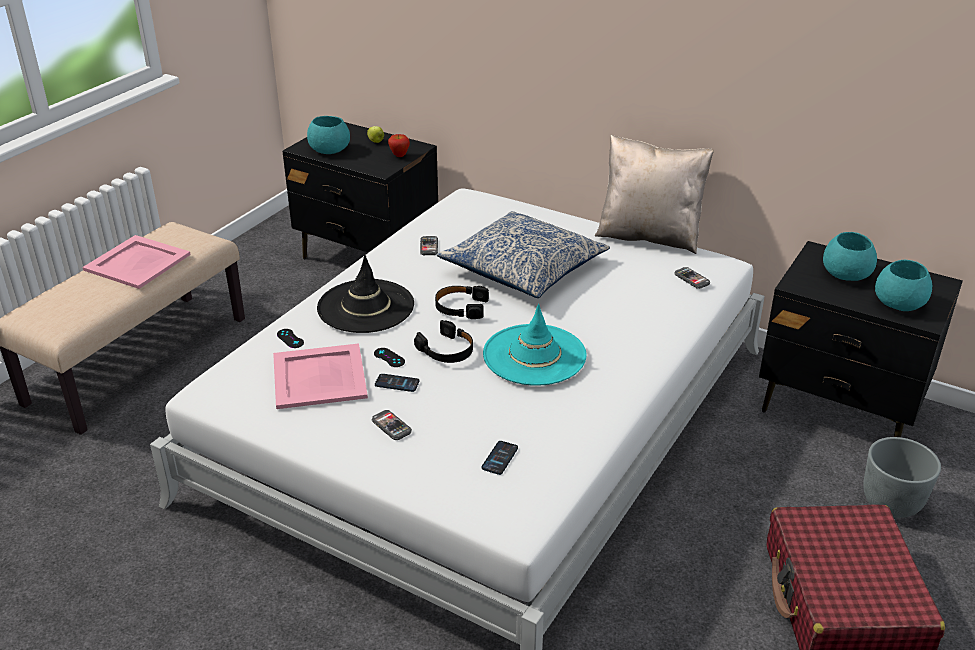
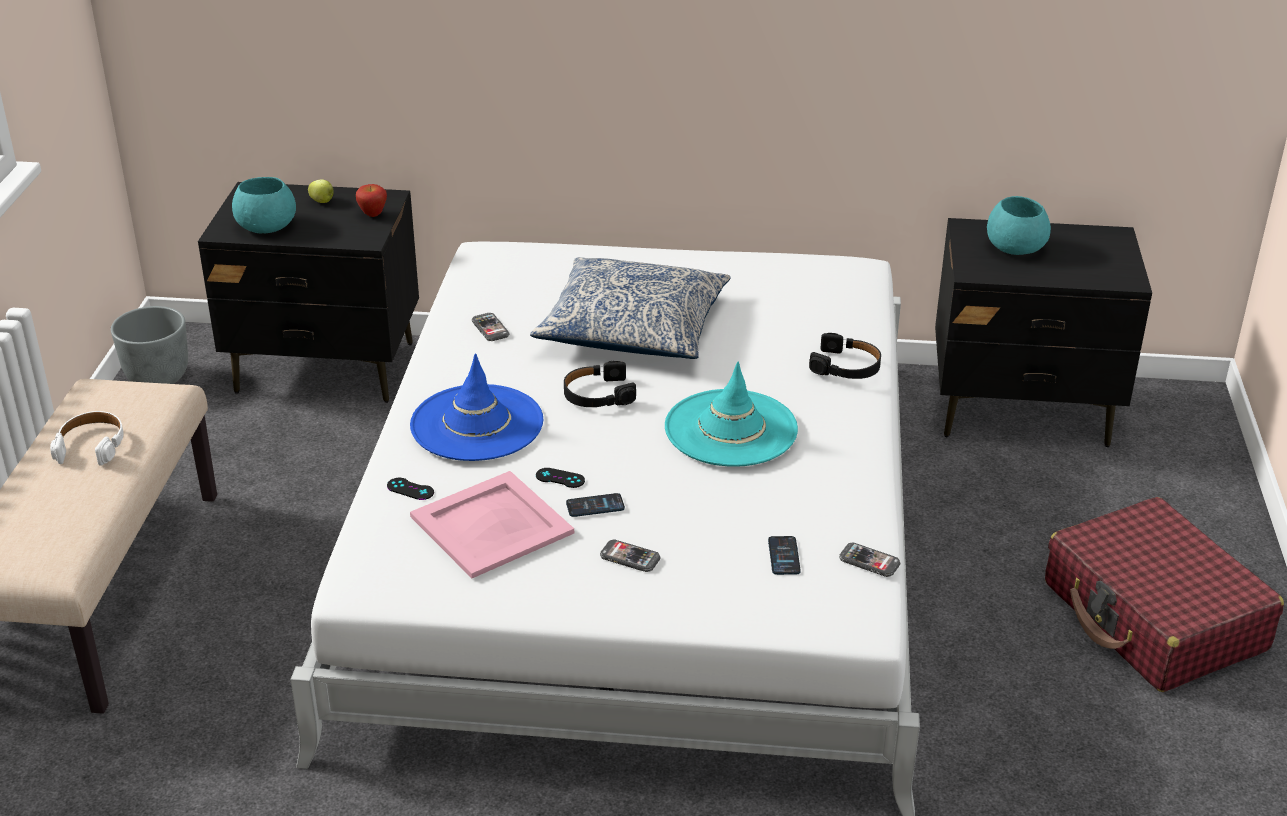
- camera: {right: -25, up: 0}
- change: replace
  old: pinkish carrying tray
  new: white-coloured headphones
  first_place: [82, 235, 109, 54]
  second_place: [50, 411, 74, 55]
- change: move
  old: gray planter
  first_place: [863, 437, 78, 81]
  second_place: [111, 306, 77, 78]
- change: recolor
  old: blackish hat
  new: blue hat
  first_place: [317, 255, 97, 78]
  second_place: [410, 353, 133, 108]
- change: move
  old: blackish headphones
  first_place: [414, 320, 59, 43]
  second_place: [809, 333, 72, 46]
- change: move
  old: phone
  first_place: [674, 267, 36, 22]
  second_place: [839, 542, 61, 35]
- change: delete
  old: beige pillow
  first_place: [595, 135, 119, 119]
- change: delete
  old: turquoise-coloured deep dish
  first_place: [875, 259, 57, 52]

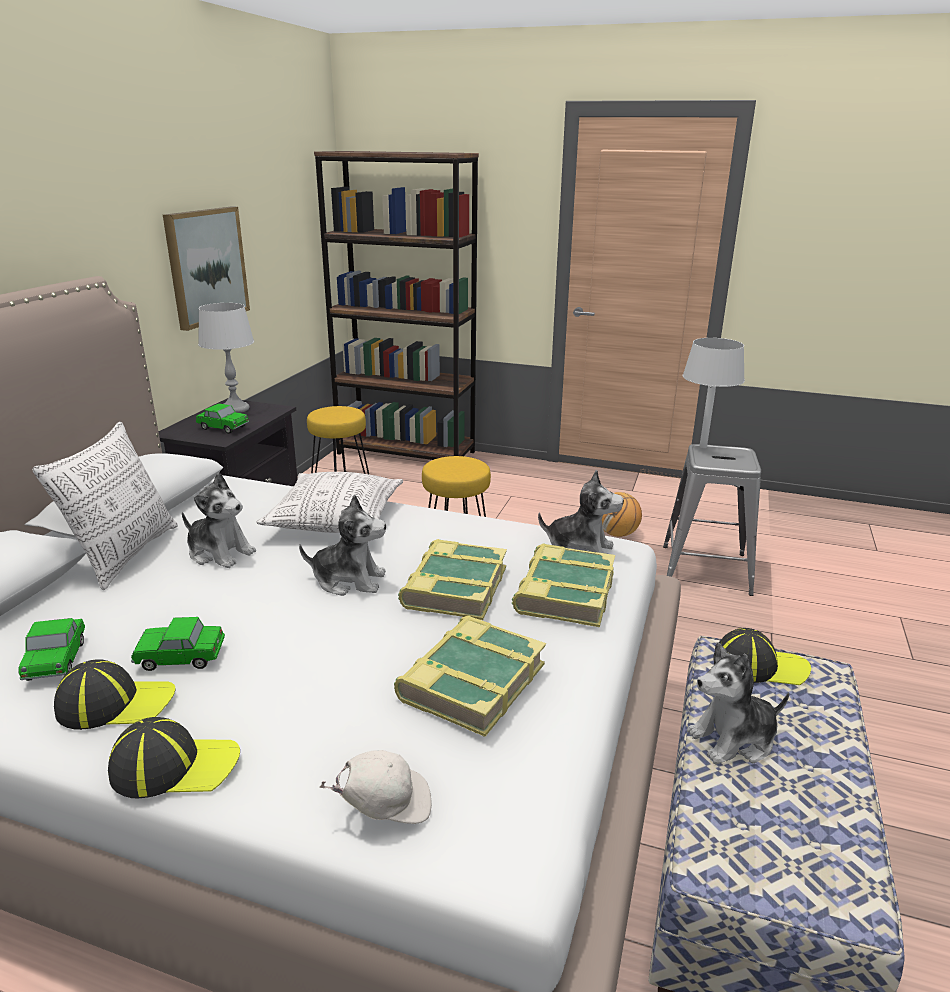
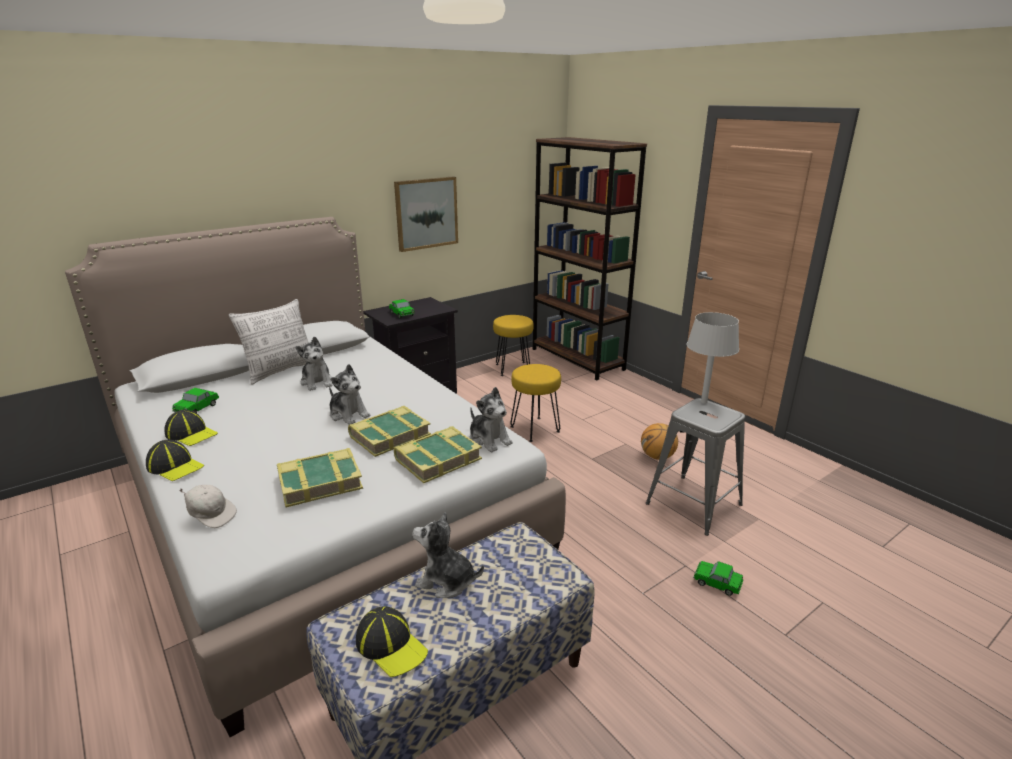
- camera: {right: 35, up: 0}
- change: move
  old: cap
  first_place: [713, 628, 98, 57]
  second_place: [356, 606, 72, 71]
- change: move
  old: model car
  first_place: [131, 617, 94, 54]
  second_place: [693, 561, 50, 35]
- change: delete
  old: gray tabletop lamp
  first_place: [198, 303, 56, 110]
- change: delete
  old: pillow
  first_place: [256, 472, 147, 61]

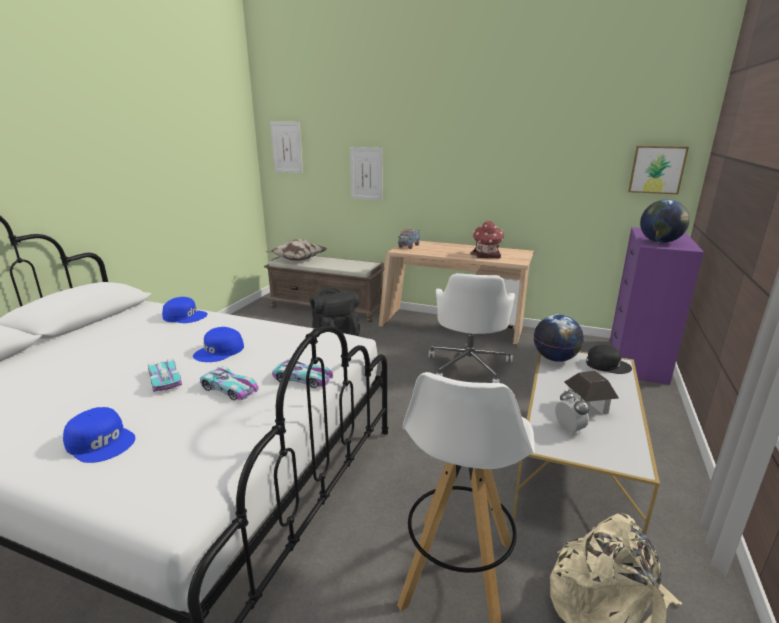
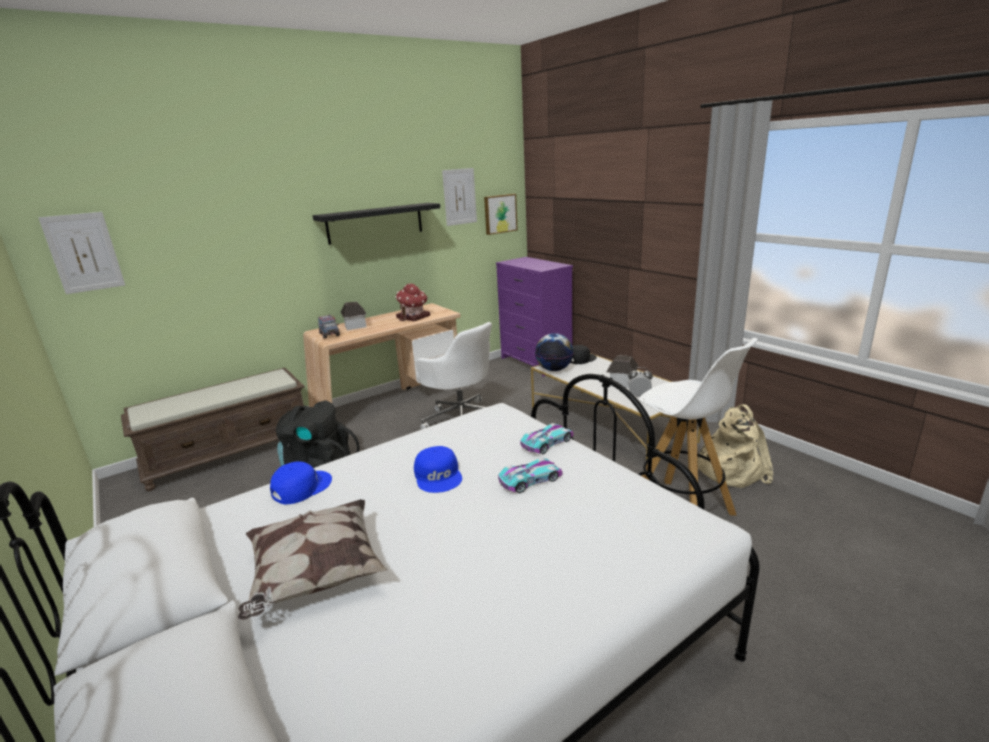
- camera: {right: -55, up: 0}
- change: move
  old: pillow
  first_place: [265, 239, 62, 22]
  second_place: [238, 499, 149, 121]
- change: insert
  new: blackish wall shelf
  second_place: [313, 203, 127, 42]
- change: insert
  new: model house
  second_place: [341, 302, 26, 28]
- change: move
  old: picture
  first_place: [350, 147, 33, 54]
  second_place: [442, 168, 35, 58]
- change: delete
  old: blue cap
  first_place: [63, 407, 72, 56]
- change: delete
  old: model car
  first_place: [148, 359, 34, 33]
- change: delete
  old: globe
  first_place: [640, 199, 50, 44]

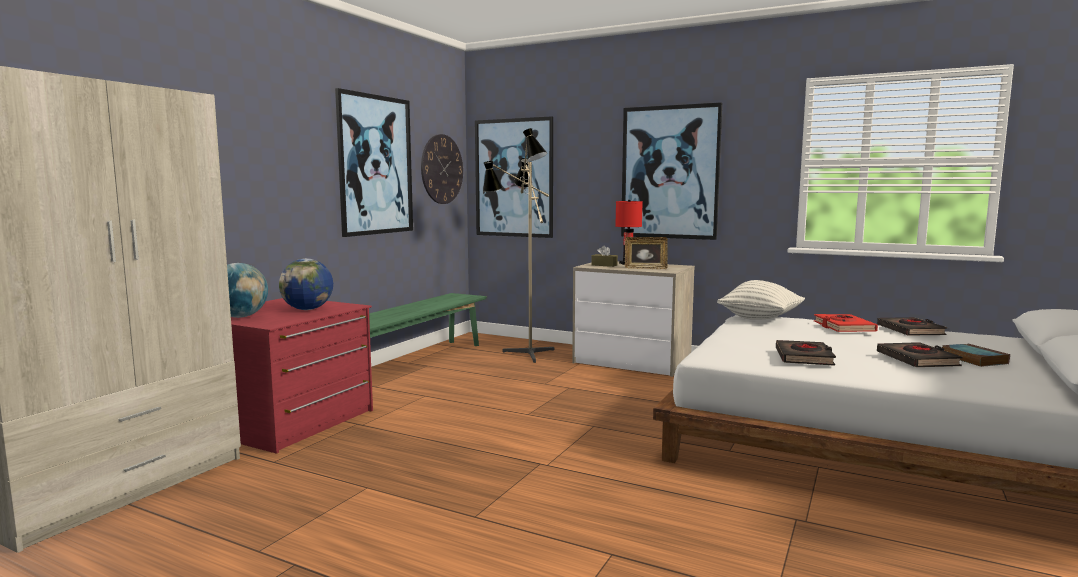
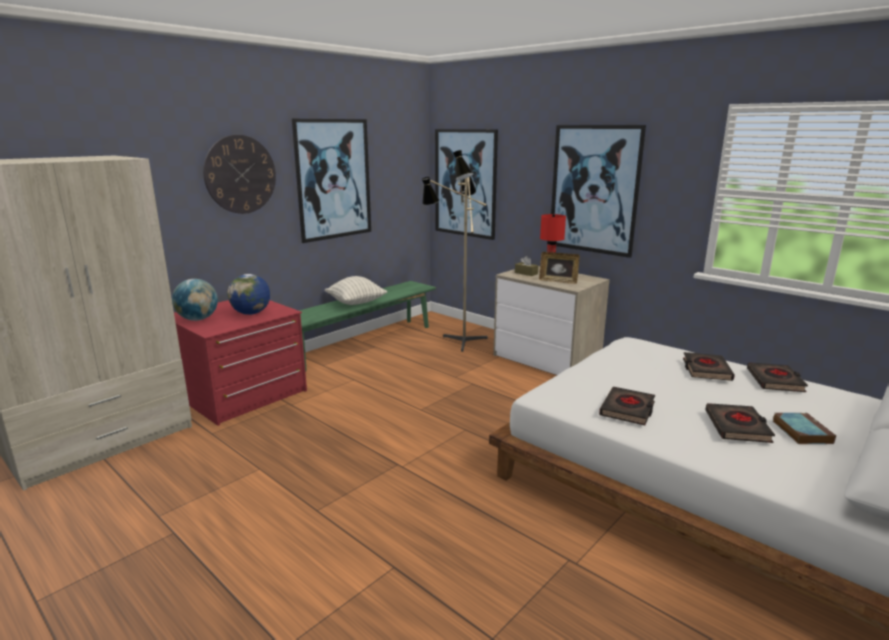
- camera: {right: 15, up: 10}
- change: move
  old: wall clock
  first_place: [421, 134, 42, 70]
  second_place: [203, 135, 73, 79]
- change: move
  old: pillow
  first_place: [717, 280, 88, 40]
  second_place: [325, 276, 62, 29]
- change: recolor
  old: red-coloured bound book
  new: blackish bound book
  first_place: [814, 314, 64, 18]
  second_place: [683, 352, 52, 29]

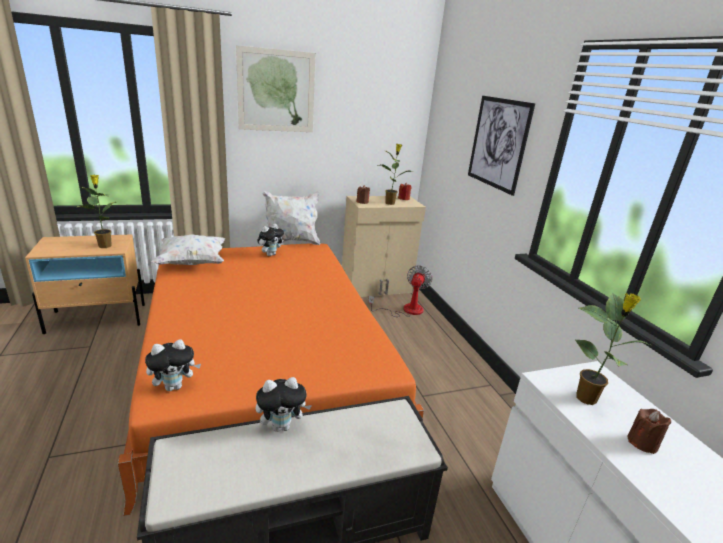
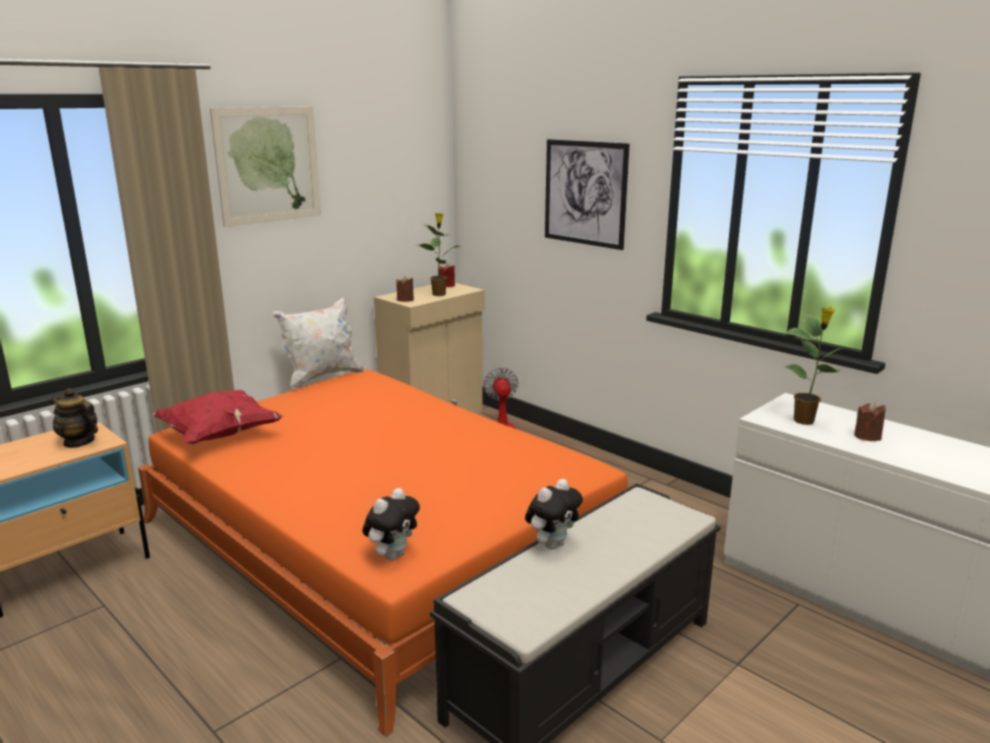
- camera: {right: -25, up: -5}
- change: replace
  old: plant in a pot
  new: tea pot
  first_place: [76, 175, 40, 73]
  second_place: [51, 388, 47, 60]
- change: recolor
  old: white-coloured pillow
  new: red-coloured pillow
  first_place: [151, 234, 74, 31]
  second_place: [151, 390, 132, 54]
- change: delete
  old: cuddly toy
  first_place: [257, 224, 27, 32]

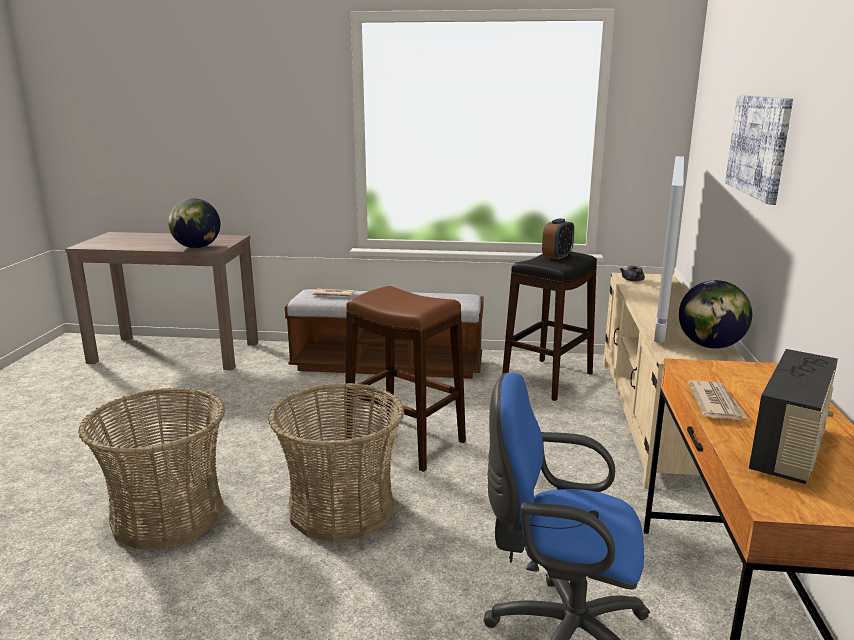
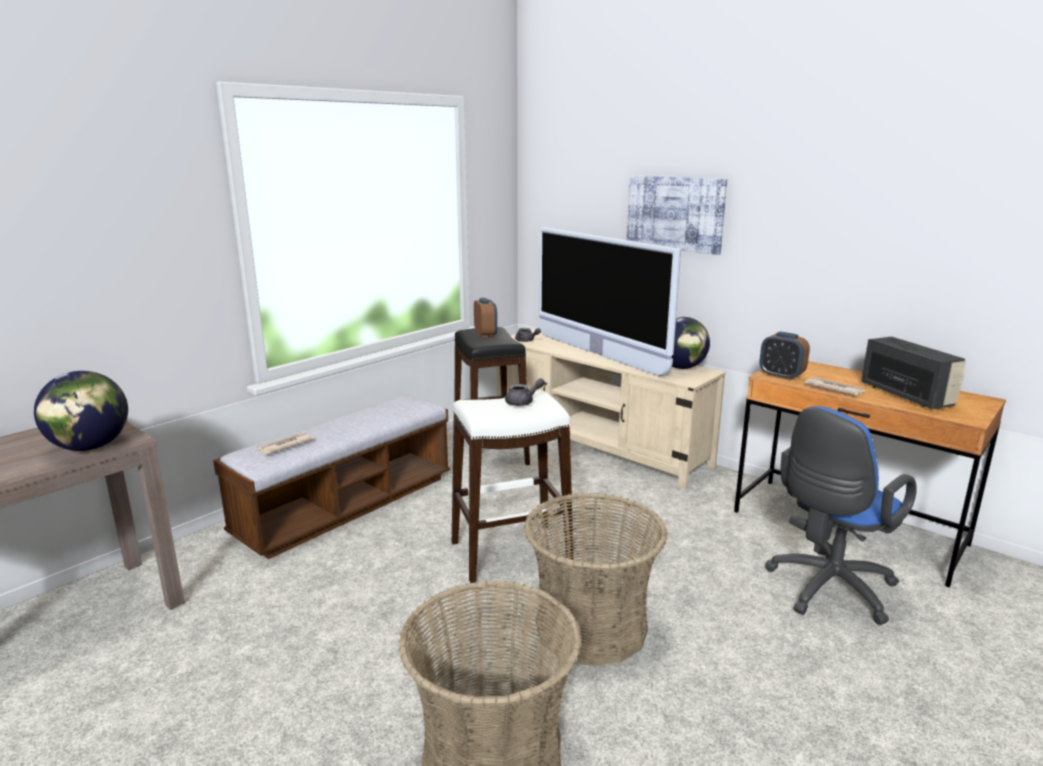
- camera: {right: -55, up: 0}
- change: recolor
  old: brown-coloured stool
  new: white-coloured stool
  first_place: [345, 286, 121, 186]
  second_place: [452, 390, 122, 193]
- change: insert
  new: gray tea pot
  second_place: [505, 378, 40, 28]
- change: insert
  new: bedside clock
  second_place: [760, 332, 50, 48]

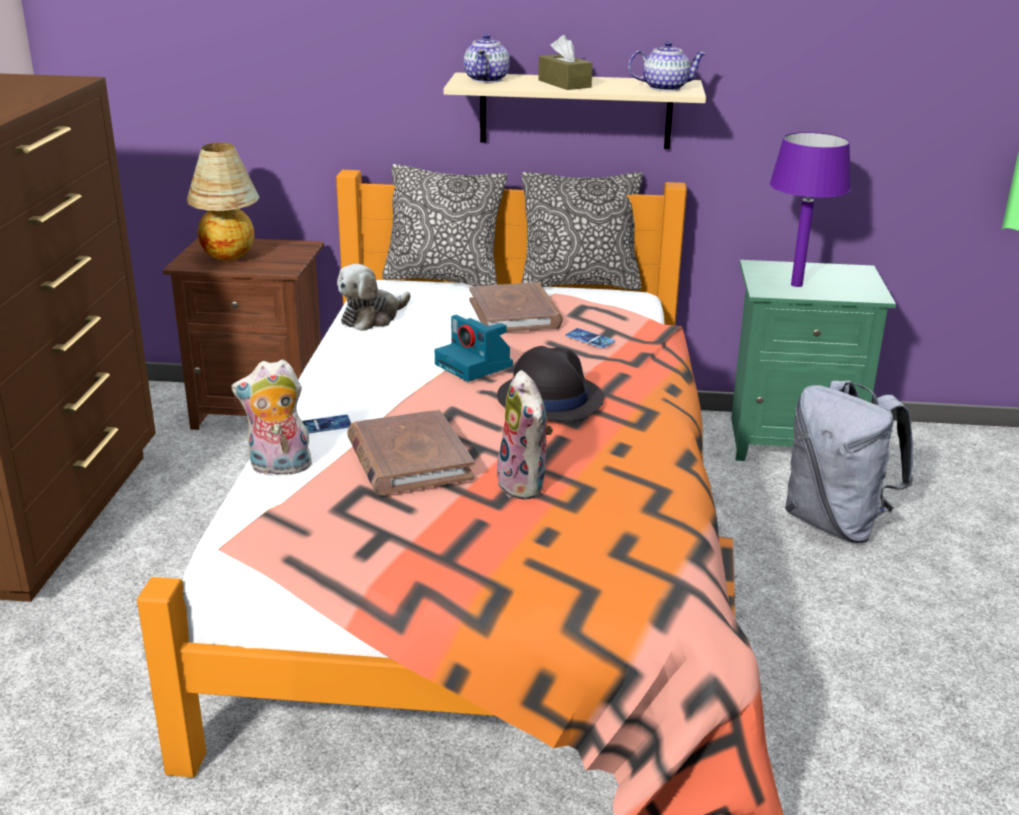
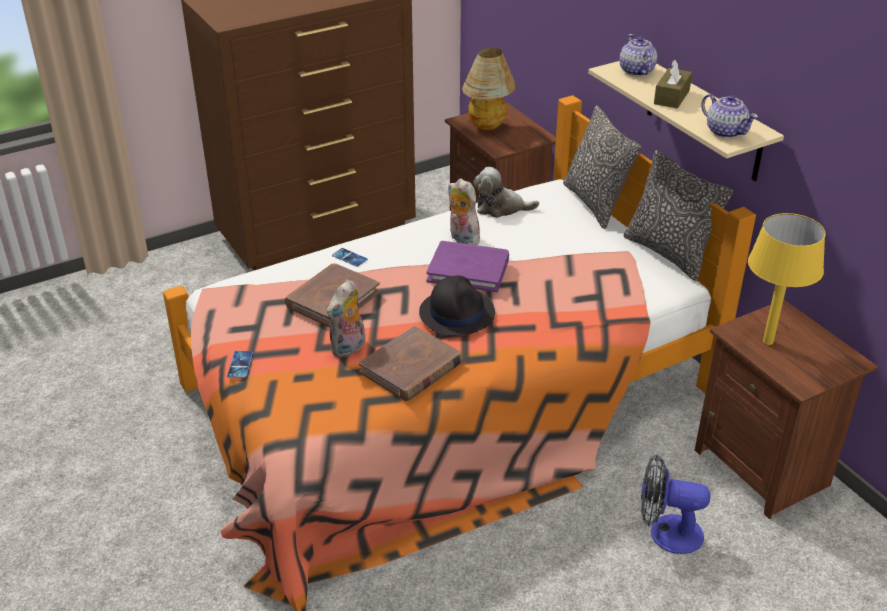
- camera: {right: 55, up: 10}
- change: move
  old: phone
  first_place: [565, 328, 50, 20]
  second_place: [227, 351, 26, 27]
- change: move
  old: brown-coloured bound book
  first_place: [469, 282, 94, 50]
  second_place: [359, 326, 104, 75]
- change: replace
  old: photo camera
  new: purple-coloured bound book
  first_place: [435, 315, 78, 67]
  second_place: [426, 241, 83, 51]
- change: move
  old: cuddly toy
  first_place: [231, 359, 81, 116]
  second_place: [448, 178, 35, 67]
- change: rotate
  old: tea pot
  first_place: [464, 34, 45, 49]
  second_place: [619, 34, 38, 42]
  degrees: 105
- change: replace
  old: gray rucksack
  new: electric fan
  first_place: [785, 380, 128, 163]
  second_place: [641, 455, 70, 99]
- change: recolor
  old: green-coloured night table
  new: brown-coloured night table
  first_place: [731, 260, 165, 201]
  second_place: [695, 300, 183, 219]
- change: recolor
  old: purple-coloured tabletop lamp
  new: yellow tabletop lamp
  first_place: [770, 132, 81, 155]
  second_place: [748, 213, 77, 132]

